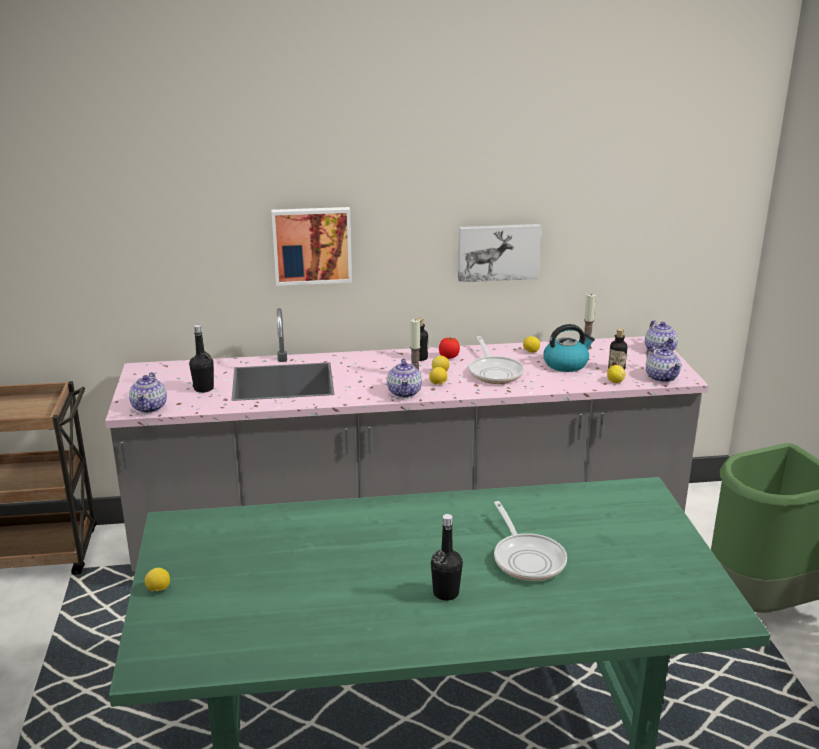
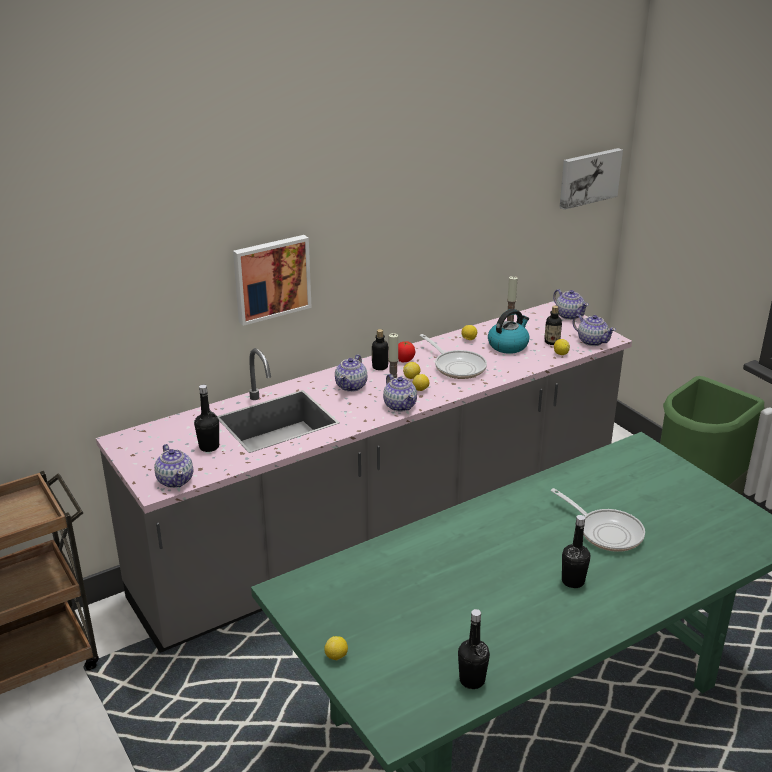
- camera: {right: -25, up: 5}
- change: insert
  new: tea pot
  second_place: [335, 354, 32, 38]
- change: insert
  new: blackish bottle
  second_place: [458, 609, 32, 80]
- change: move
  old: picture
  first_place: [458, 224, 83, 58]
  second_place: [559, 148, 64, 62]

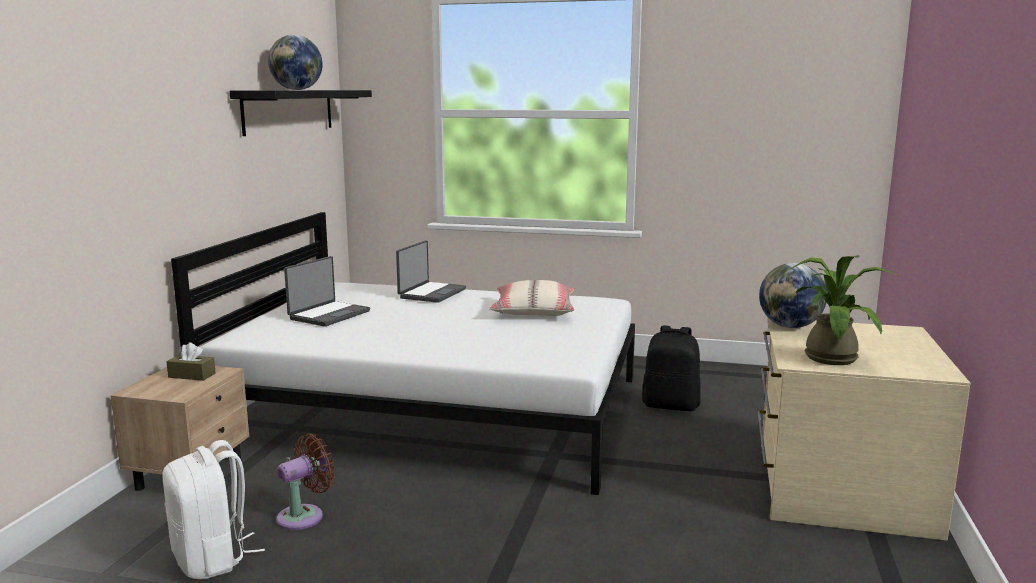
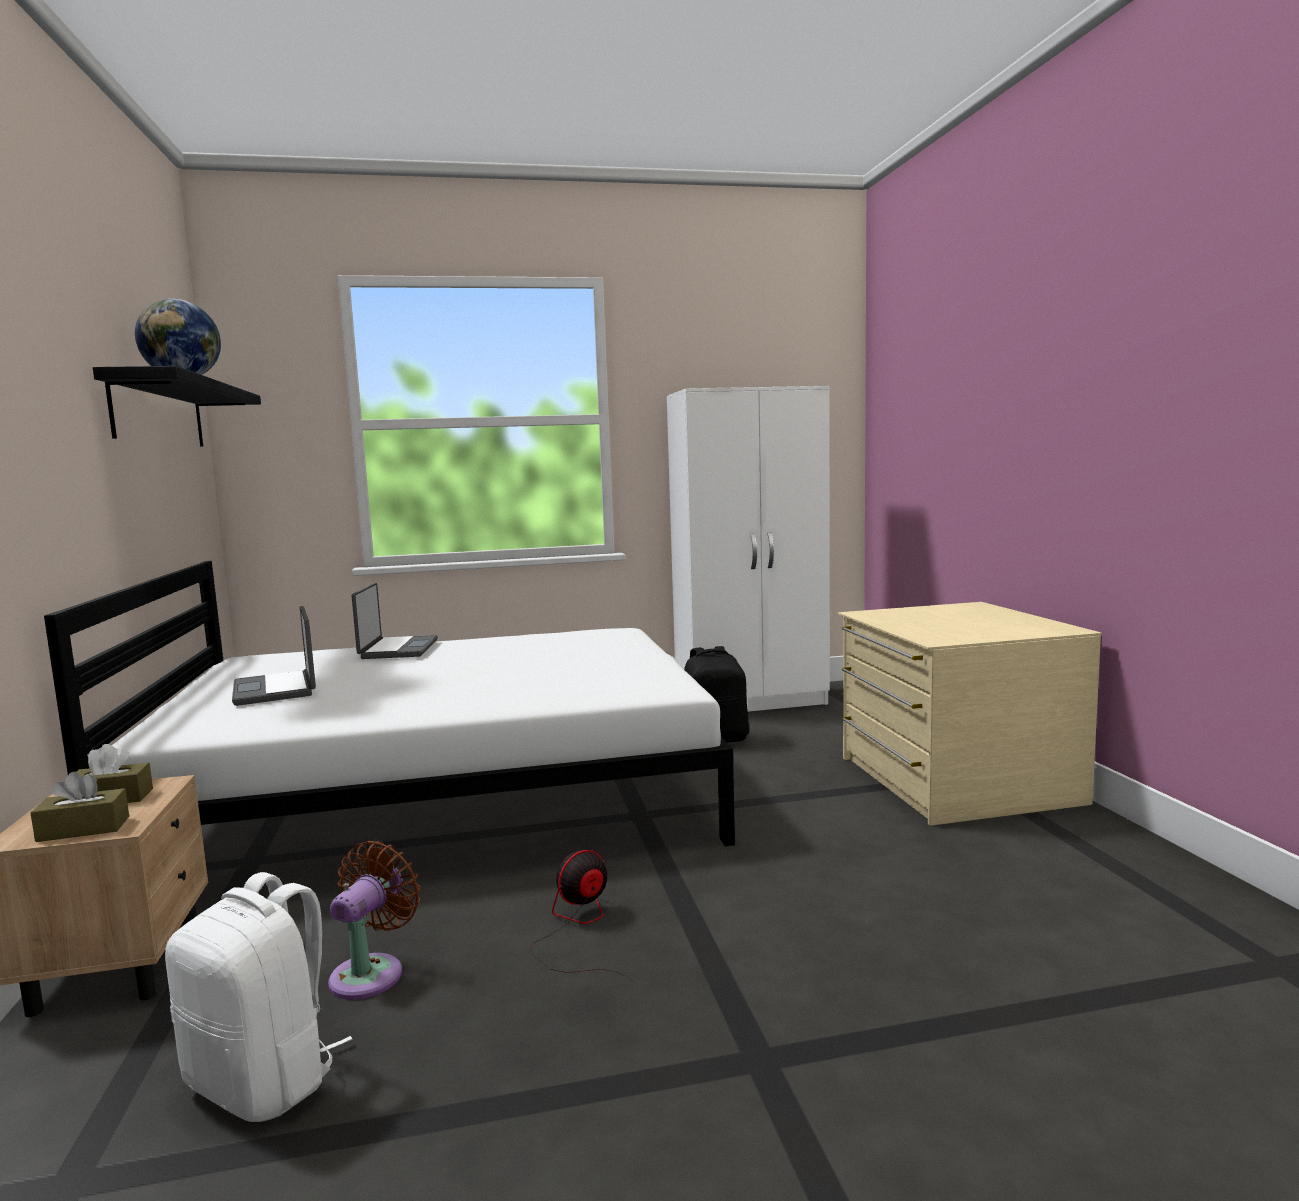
- camera: {right: -25, up: -5}
- change: insert
  new: brown-coloured box of tissues
  second_place: [30, 771, 99, 71]
- change: rotate
  old: laptop
  first_place: [284, 256, 86, 70]
  second_place: [232, 606, 84, 100]
  degrees: 150
- change: insert
  new: electric fan
  second_place: [530, 850, 106, 133]
- change: insert
  new: white-coloured wardrobe
  second_place: [667, 386, 163, 326]
- change: delete
  old: beige pillow
  first_place: [490, 280, 84, 36]
- change: delete
  old: globe
  first_place: [759, 263, 68, 65]
- change: delete
  old: plant in a pot
  first_place: [790, 255, 109, 110]

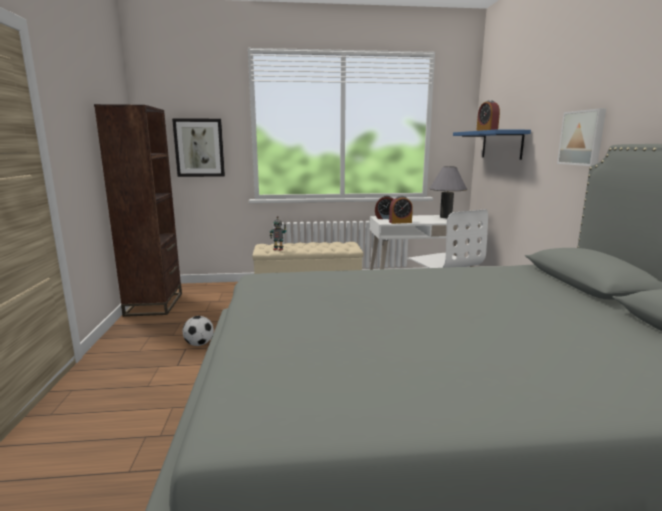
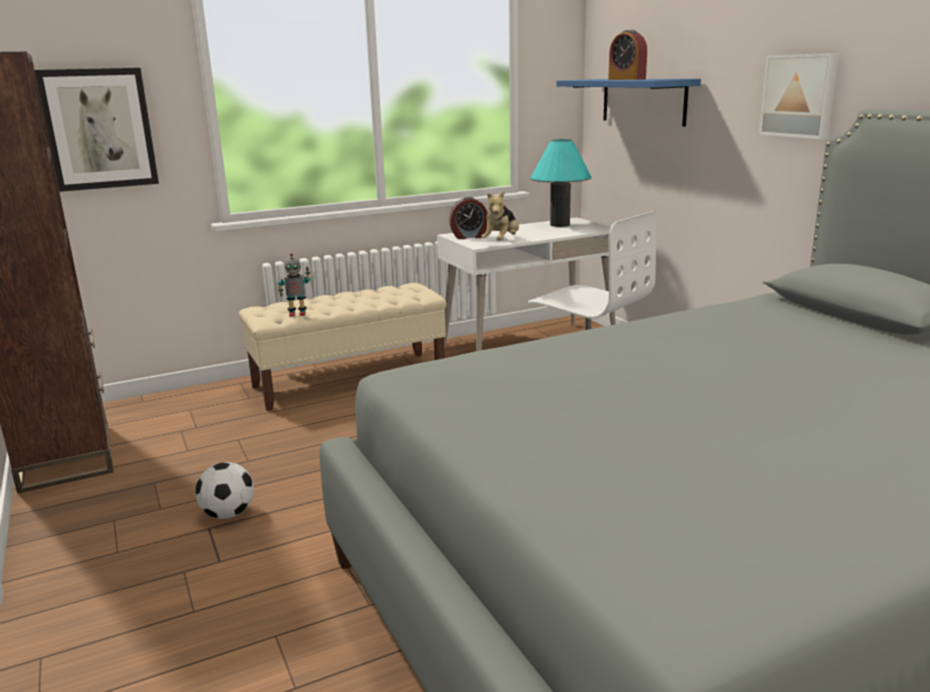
- camera: {right: -20, up: 5}
- change: replace
  old: bedside clock
  new: cuddly toy
  first_place: [389, 196, 24, 28]
  second_place: [481, 191, 38, 49]
- change: recolor
  old: gray tabletop lamp
  new: turquoise-coloured tabletop lamp
  first_place: [429, 166, 38, 52]
  second_place: [530, 139, 61, 88]

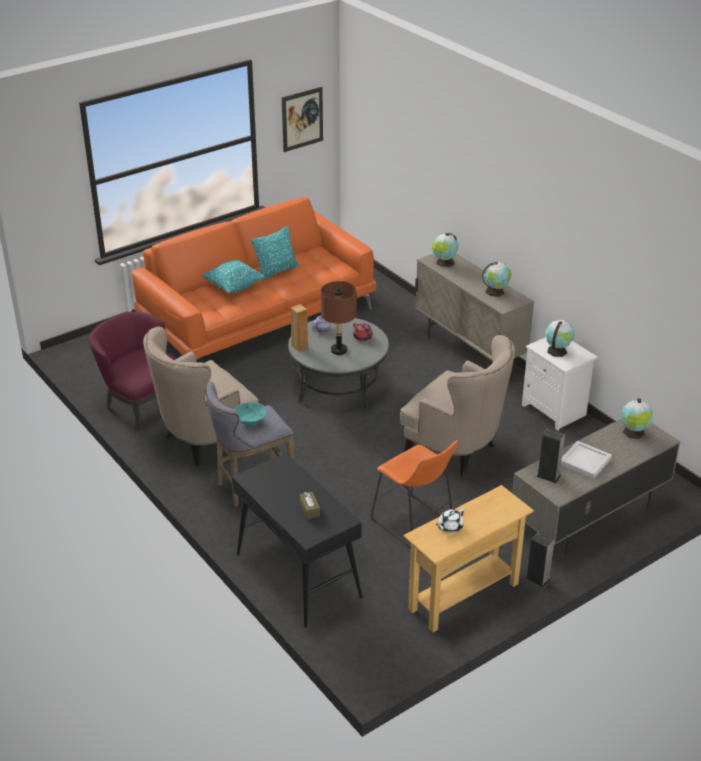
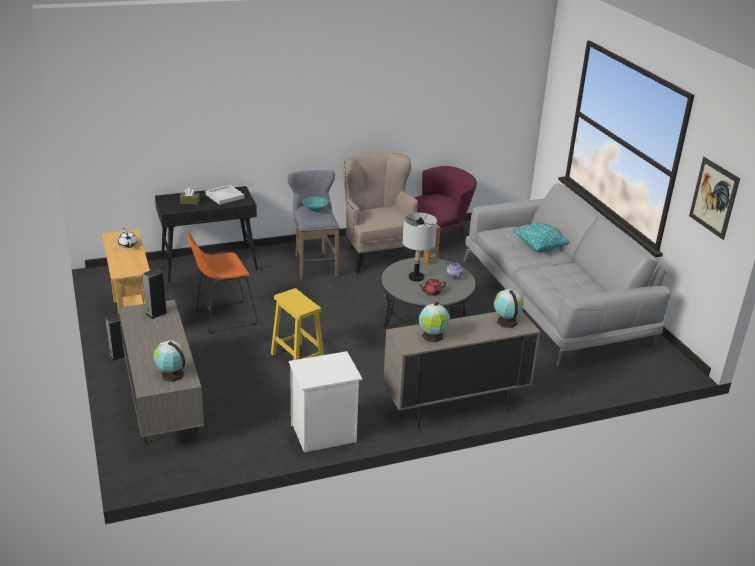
- camera: {right: 105, up: -5}
- change: move
  old: white-coloured carrying tray
  first_place: [561, 441, 51, 38]
  second_place: [205, 185, 40, 20]
- change: replace
  old: beige armchair
  new: yellow stool
  first_place: [400, 335, 115, 142]
  second_place: [271, 288, 53, 72]
- change: recolor
  old: brown-coloured tabletop lamp
  new: gray tabletop lamp
  first_place: [321, 281, 36, 74]
  second_place: [402, 212, 35, 70]
- change: recolor
  old: orangey sofa
  new: gray sofa
  first_place: [132, 197, 244, 165]
  second_place: [463, 183, 207, 183]
- change: delete
  old: turquoise-coloured pillow
  first_place: [252, 226, 46, 55]
- change: delete
  old: globe
  first_place: [545, 320, 29, 37]

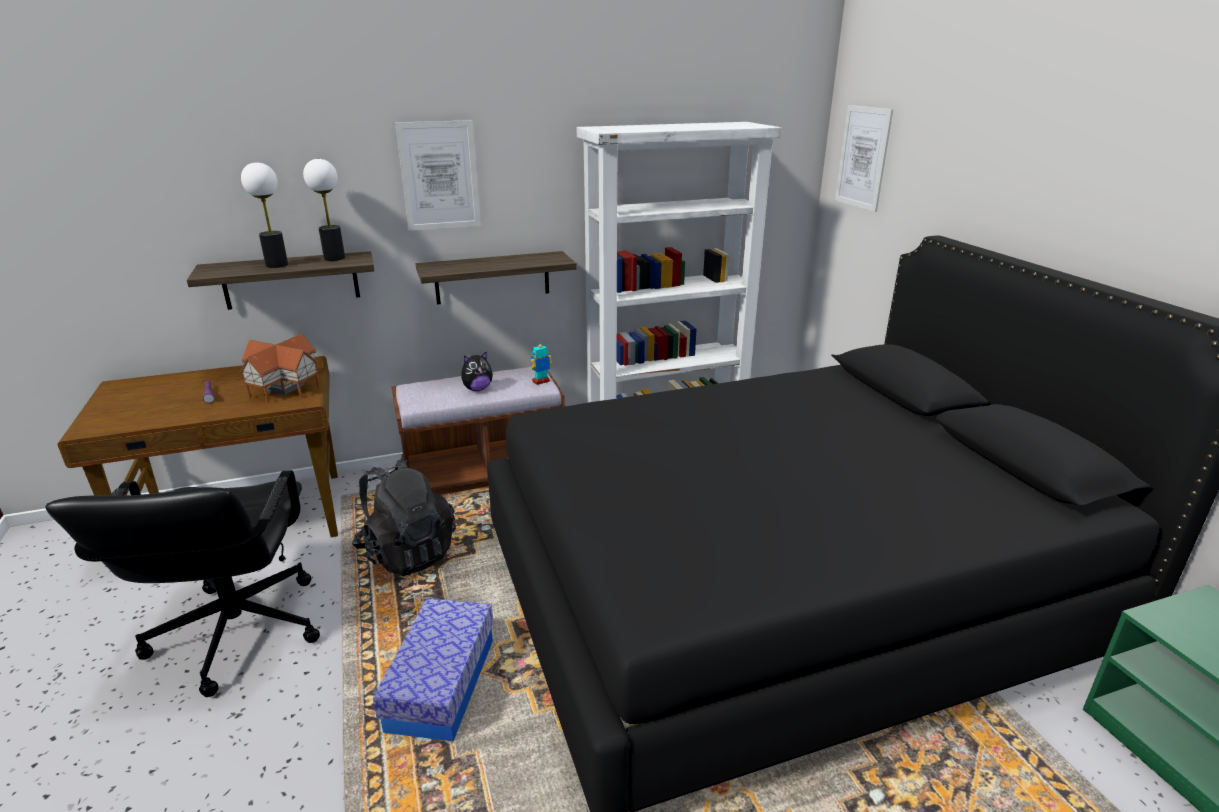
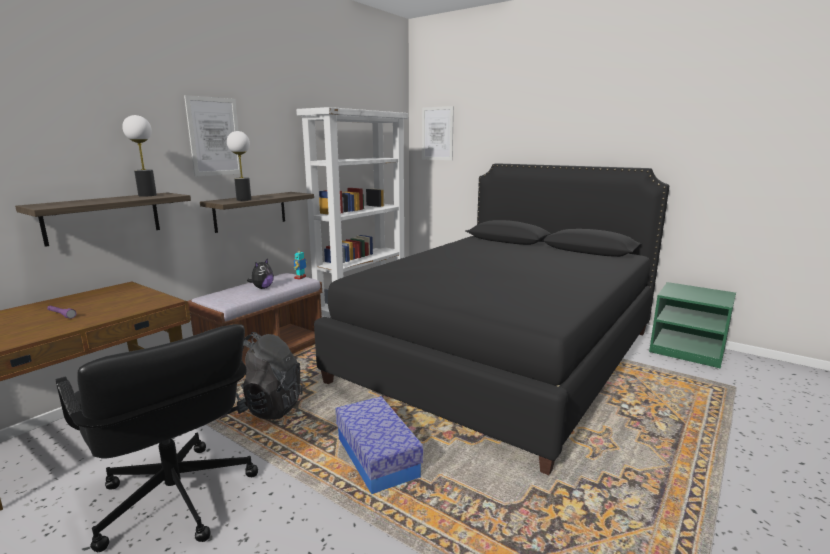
- camera: {right: -35, up: -10}
- change: move
  old: tabletop lamp
  first_place: [241, 162, 47, 106]
  second_place: [227, 131, 24, 70]
- change: delete
  old: model house
  first_place: [239, 334, 81, 69]

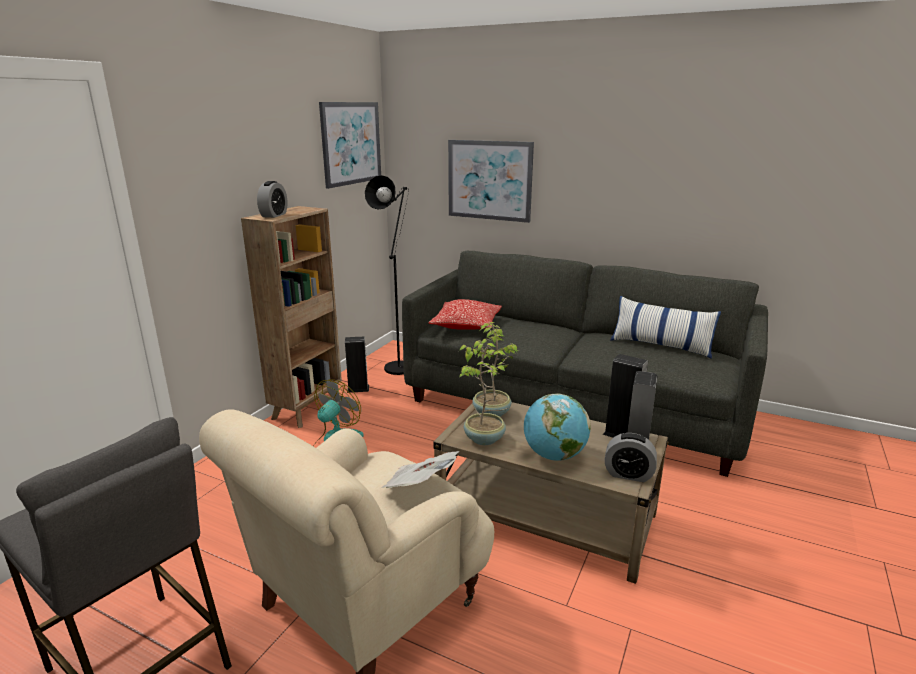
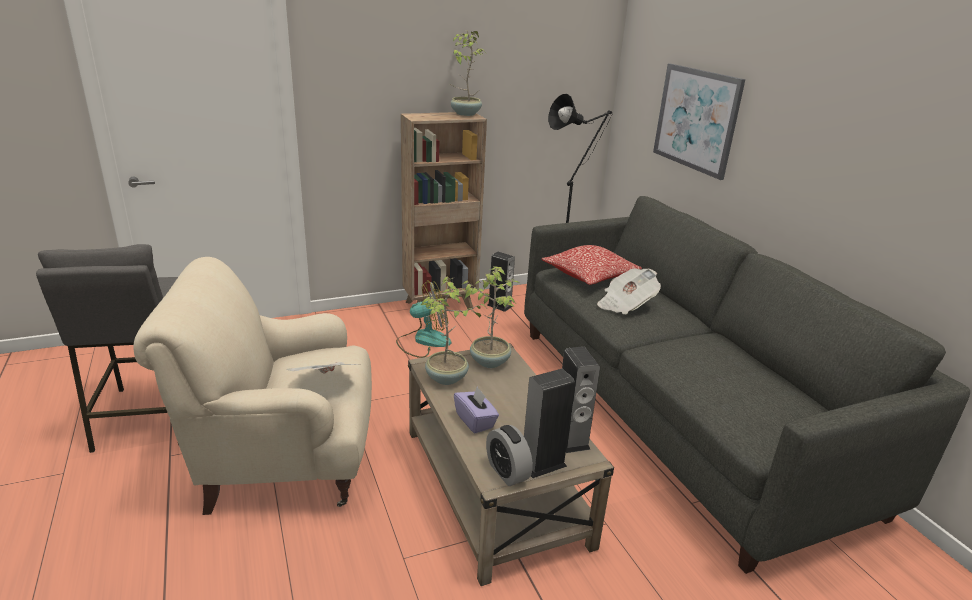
- camera: {right: 40, up: 5}
- change: insert
  new: plant in a pot
  second_place: [449, 31, 37, 85]
- change: replace
  old: globe
  new: purple-coloured box of tissues
  first_place: [524, 394, 67, 67]
  second_place: [454, 387, 45, 46]
- change: insert
  new: printed paper
  second_place: [597, 268, 64, 47]
- change: delete
  old: bedside clock
  first_place: [257, 181, 31, 37]
- change: delete
  old: picture
  first_place: [319, 102, 62, 87]
- change: delete
  old: pillow
  first_place: [610, 296, 111, 63]

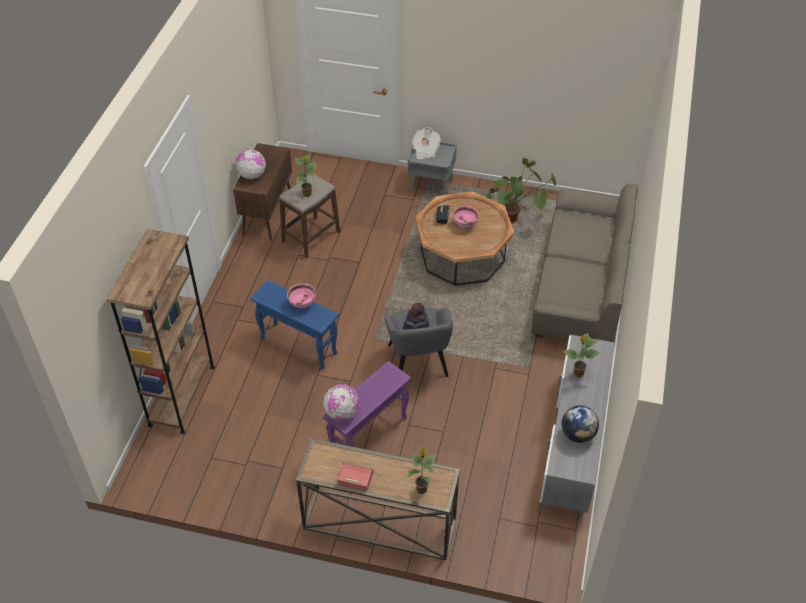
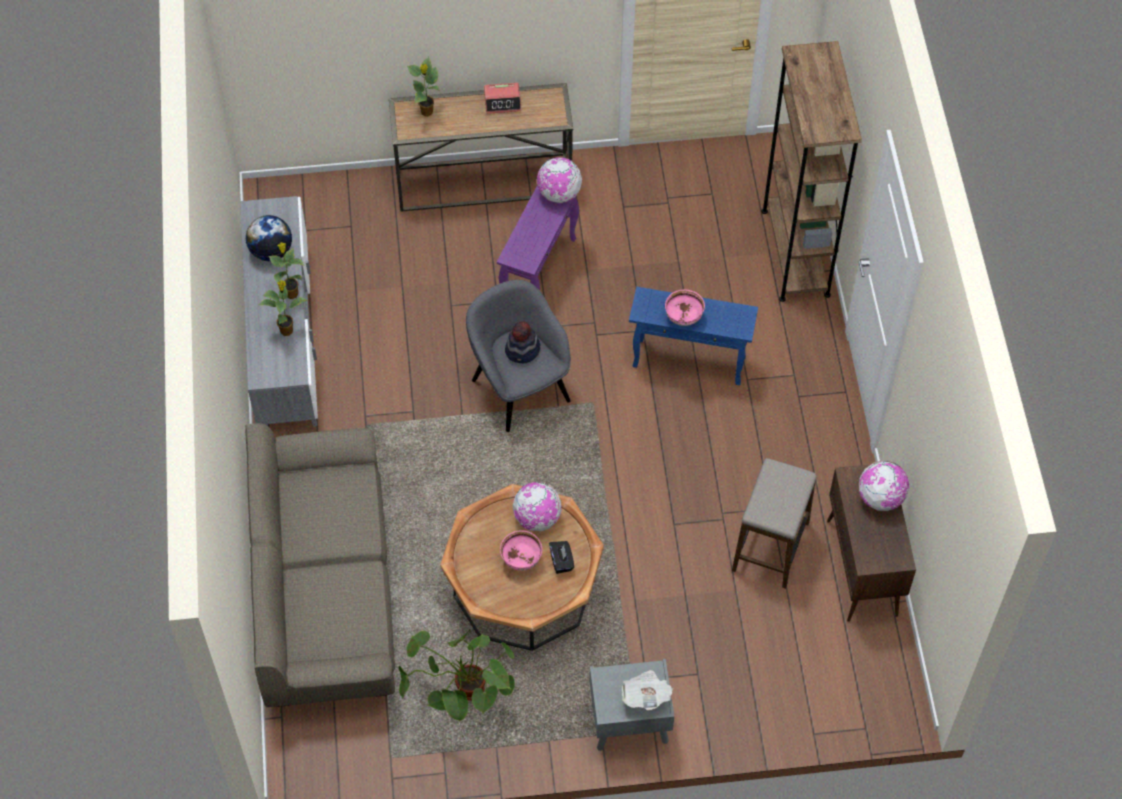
- camera: {right: 160, up: 10}
- change: move
  old: plant in a pot
  first_place: [295, 154, 21, 43]
  second_place: [269, 242, 36, 57]
- change: insert
  new: globe
  second_place: [512, 482, 50, 49]

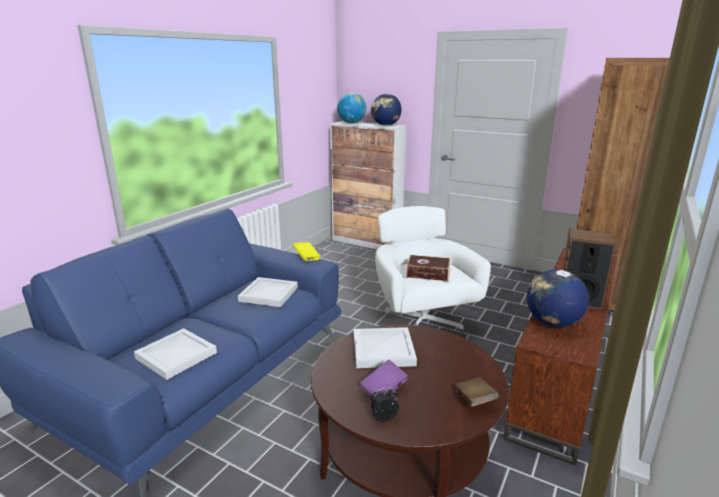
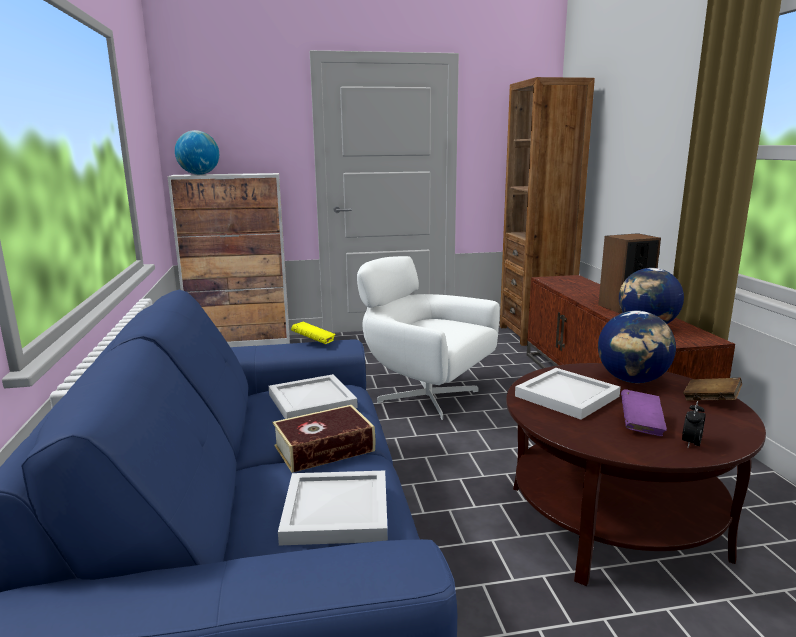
- camera: {right: -40, up: -5}
- change: move
  old: bound book
  first_place: [406, 255, 45, 26]
  second_place: [273, 405, 102, 68]
- change: move
  old: globe
  first_place: [371, 94, 31, 32]
  second_place: [598, 311, 78, 72]

